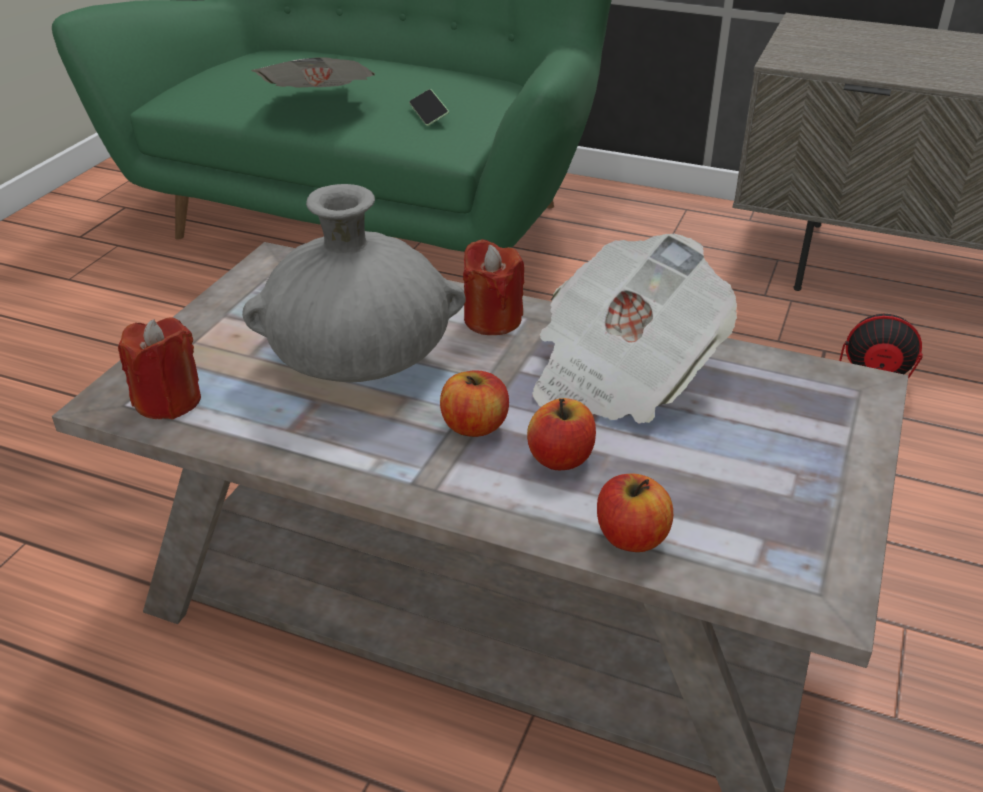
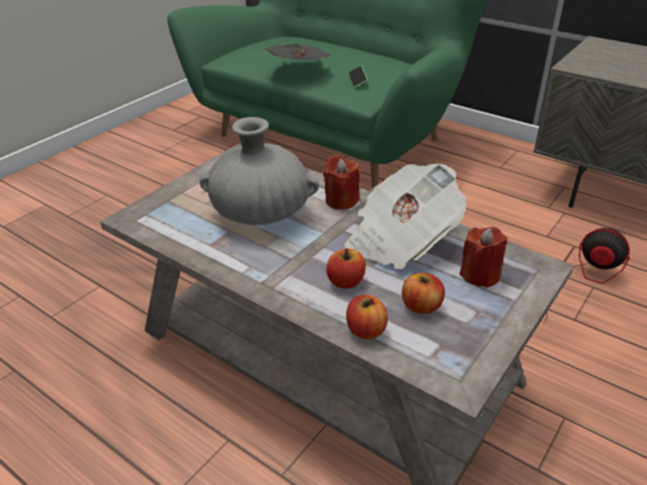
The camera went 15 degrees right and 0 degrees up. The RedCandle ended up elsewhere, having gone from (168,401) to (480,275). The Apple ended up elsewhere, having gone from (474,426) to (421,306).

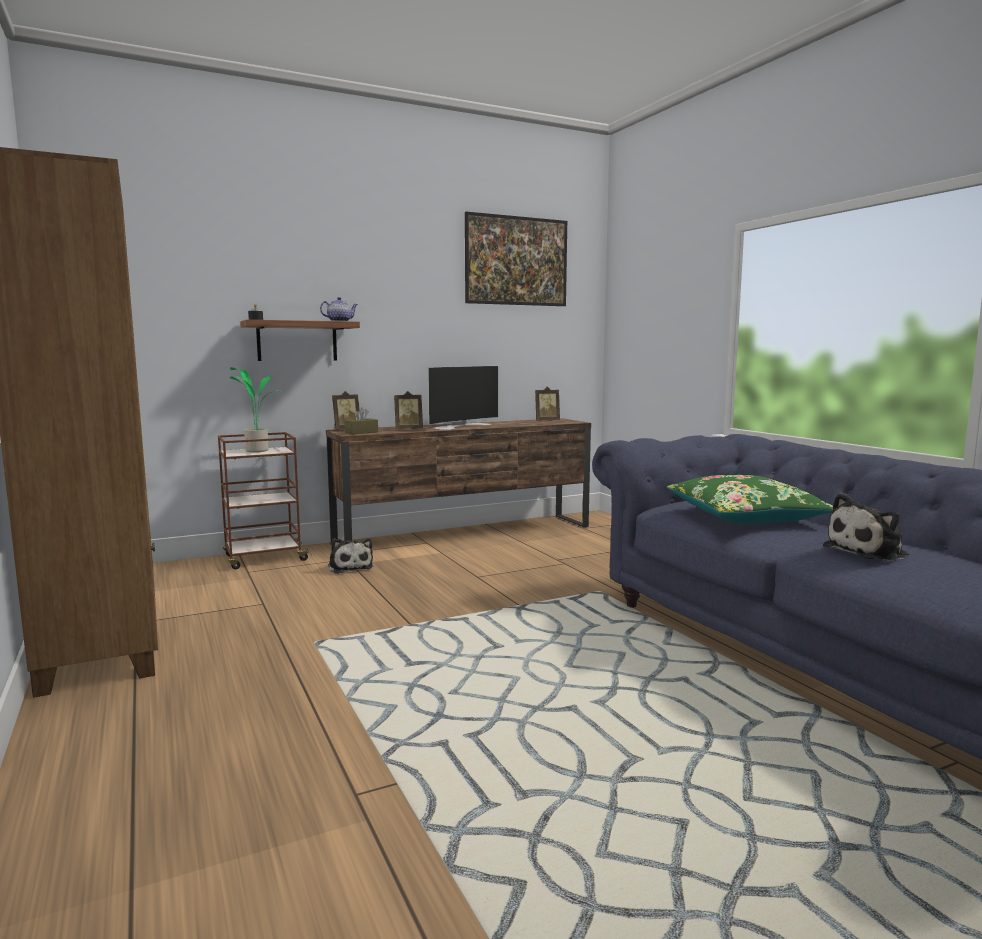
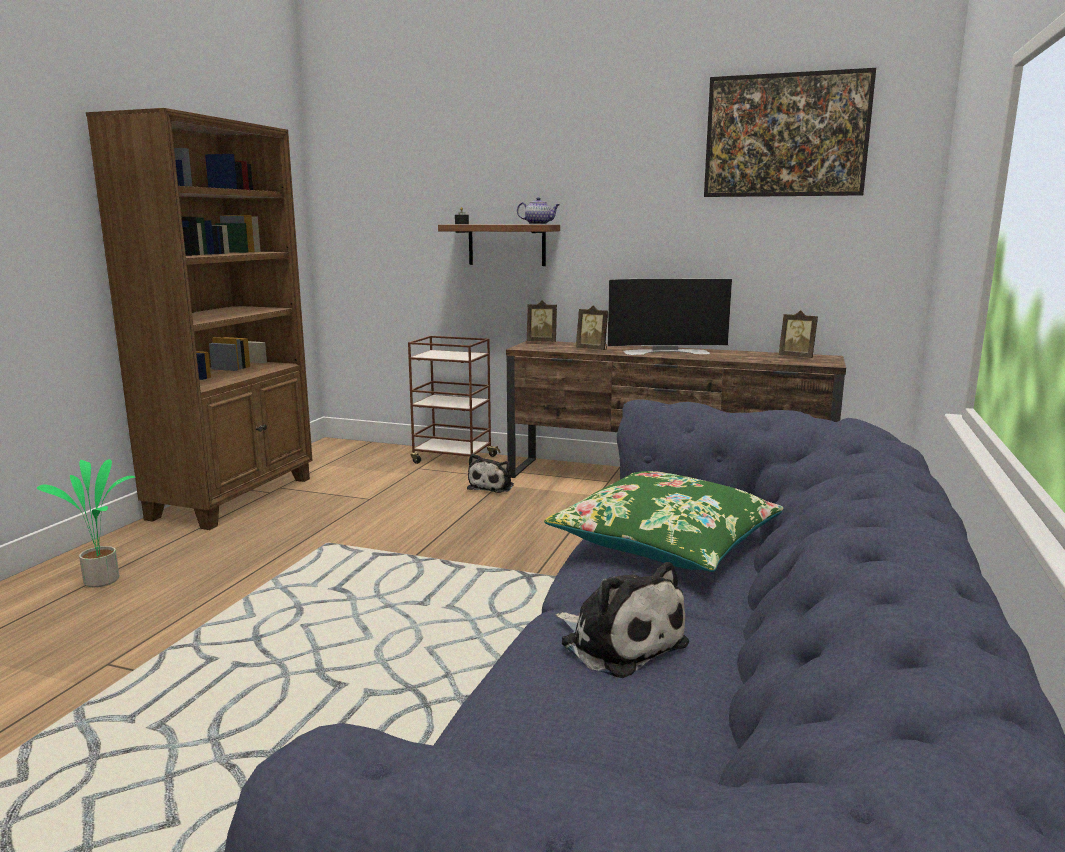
The camera went 45 degrees right and 5 degrees up. The second view lost the BrownTissueBox at (361,432). The PottedPlant ended up elsewhere, having gone from (256,450) to (104,580). The PlushToy at (869,551) ended up facing another way, 150 degrees counterclockwise from before.

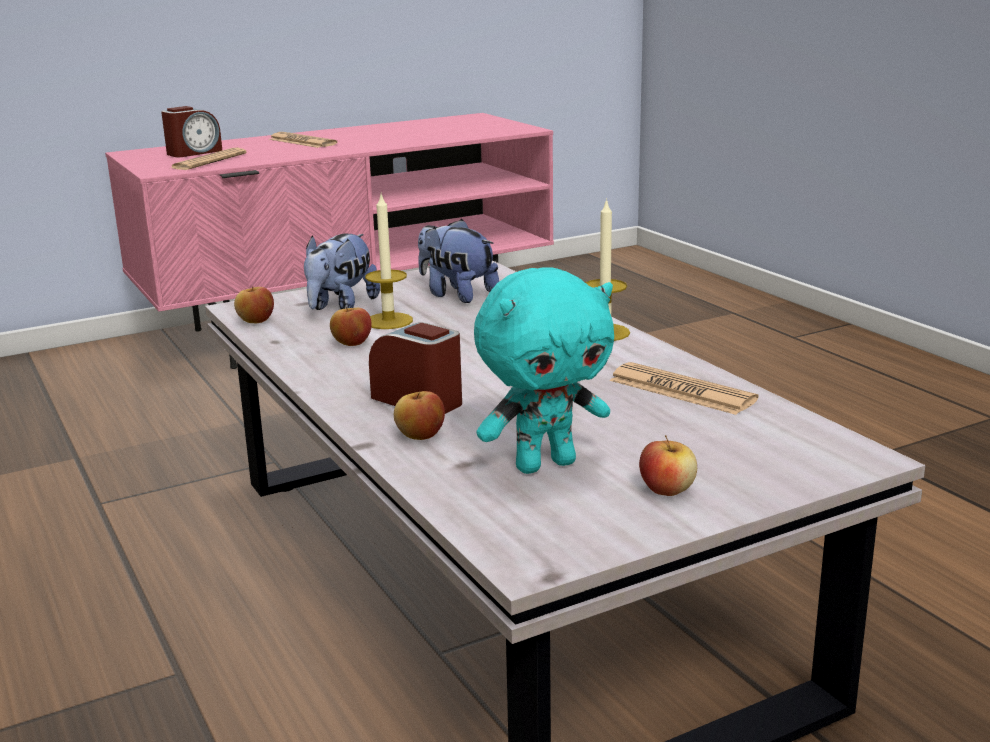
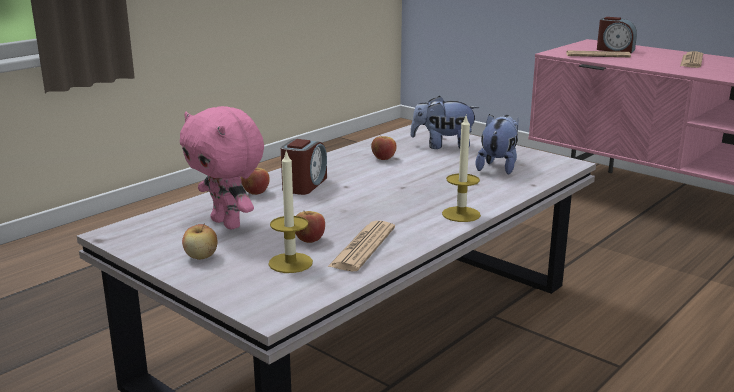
The camera went 70 degrees right and 0 degrees up. The Apple ended up elsewhere, having gone from (256,321) to (309,239). The Candle ended up elsewhere, having gone from (388,321) to (290,263). What was the TurquoisePlushToy at (545,464) turned into the PinkPlushToy at (228,223).

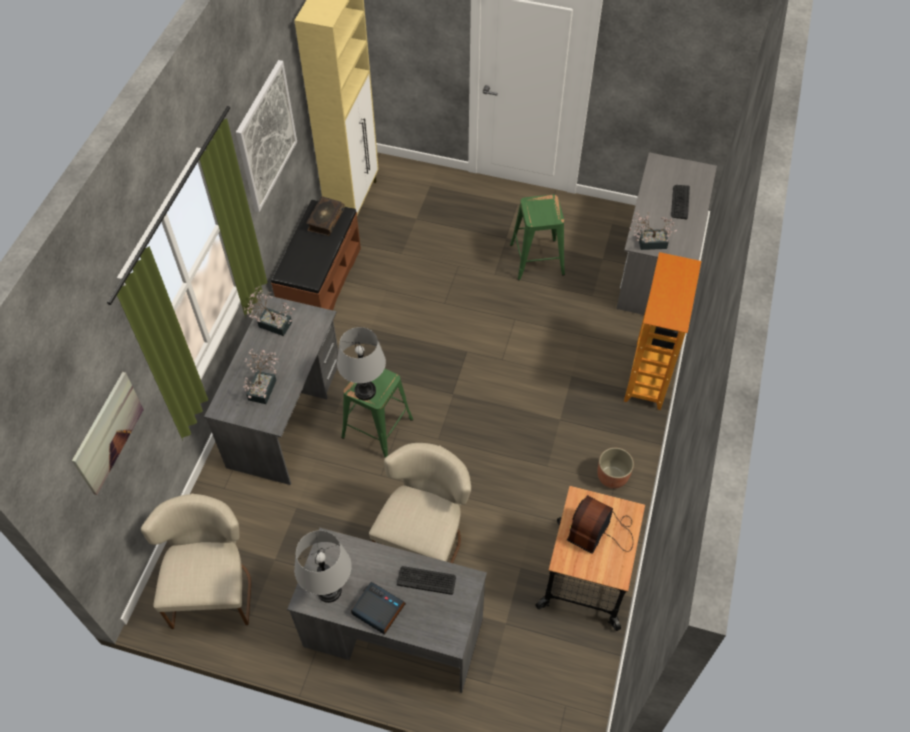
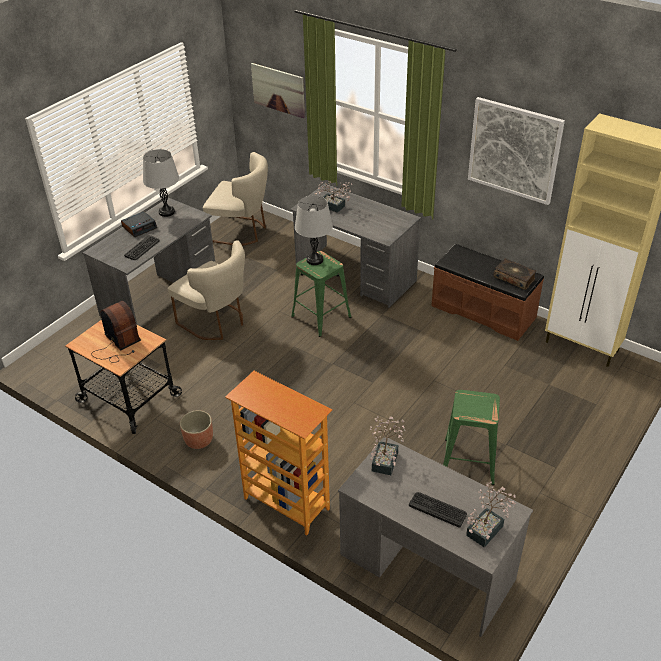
The camera went 110 degrees right and 15 degrees down. The PottedPlant ended up elsewhere, having gone from (272,323) to (487,528).

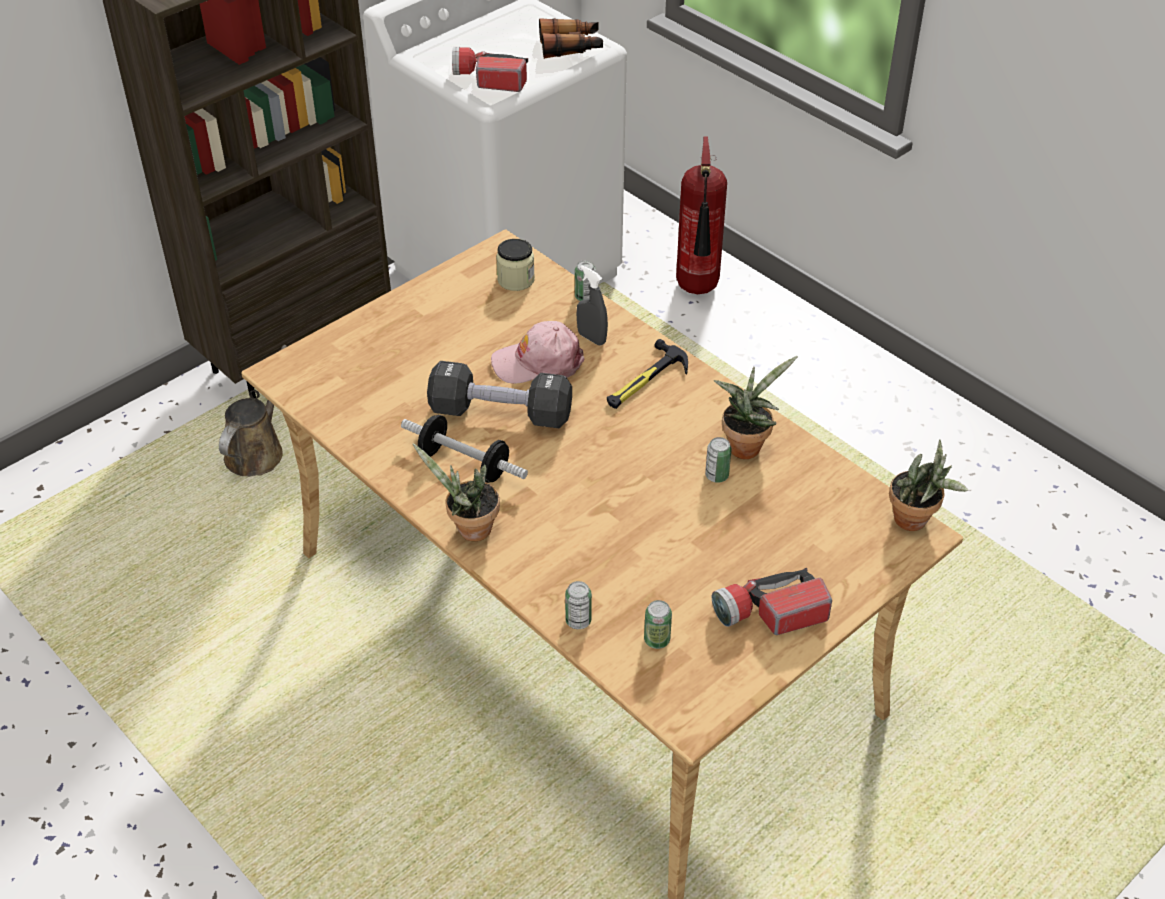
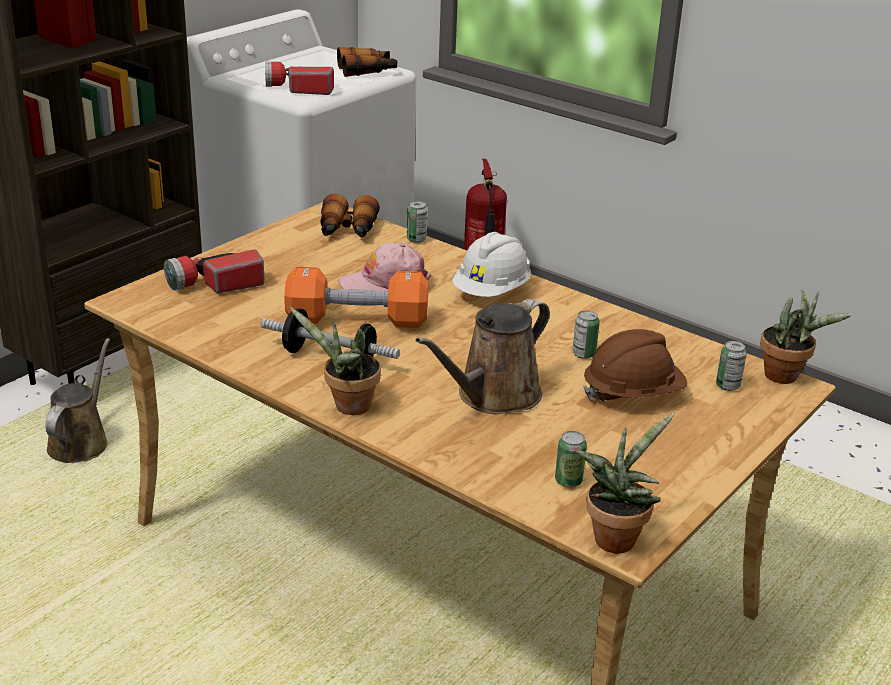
The camera went 10 degrees left and 15 degrees down. The second view lost the GreySprayBottle at (591,338). The second view gained the BrownWateringCan at (493,396). The second view gained the BrownHardHat at (632,394). The Can ended up elsewhere, having gone from (578,621) to (727,386). The Flashlight ended up elsewhere, having gone from (770,614) to (215,284). The PottedPlant ended up elsewhere, having gone from (746,445) to (615,536). Where the Jar stood at (516,280), the Binoculars came to stand at (347,231). Where the Hammer stood at (645,381), the WhiteHardHat came to stand at (491,292). What was the BlackDumbbell at (501,413) turned into the OrangeDumbbell at (357,320).

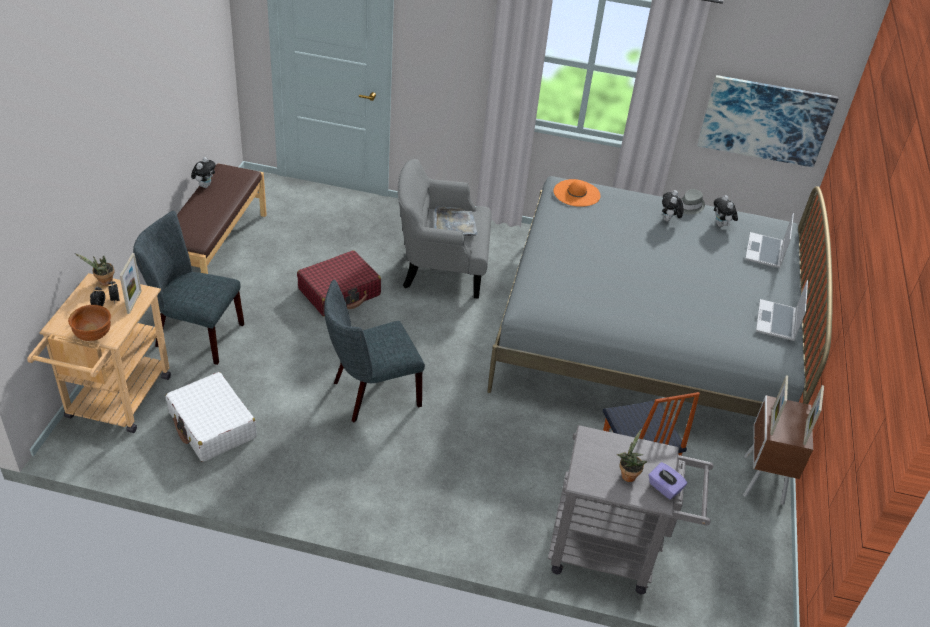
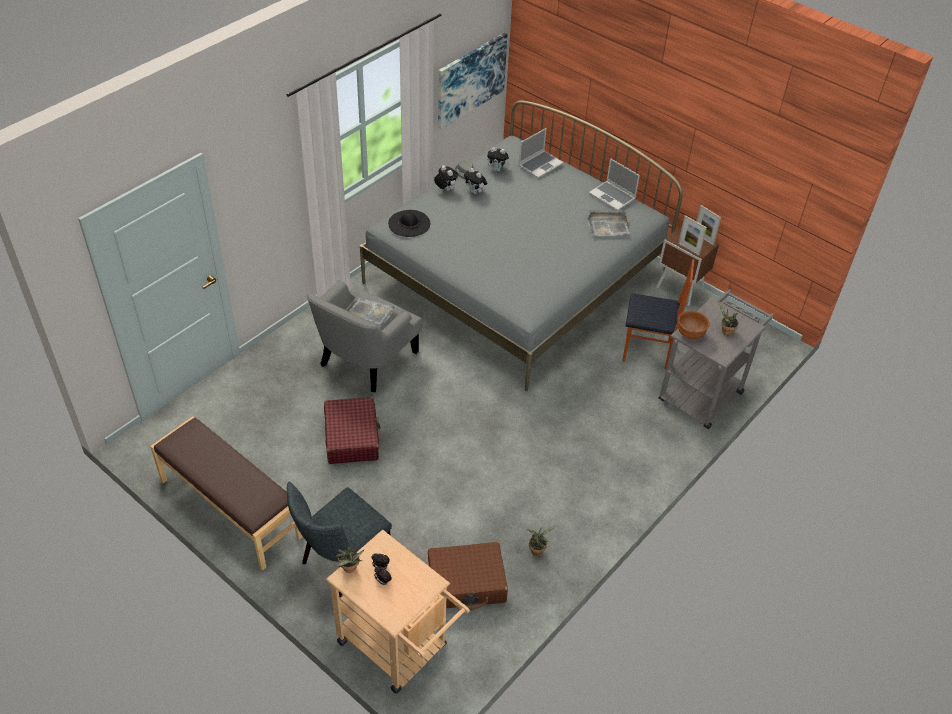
The camera went 60 degrees left and 5 degrees up. The second view lost the PictureFrame at (134,302). The second view lost the GreyChair at (371,394). The second view lost the PurpleTissueBox at (664,488). The second view gained the PottedPlant at (537,550). The second view gained the GreyTray at (607,225). The BrownBowl ended up elsewhere, having gone from (93,335) to (690,334). The PlushToy ended up elsewhere, having gone from (205,185) to (445,189). What was the WhiteSuitcase at (212,426) turned into the BrownSuitcase at (467,582). What was the OrangeHat at (576,193) turned into the BlackHat at (409,223). The Laptop at (765,252) ended up facing another way, 90 degrees counterclockwise from before.

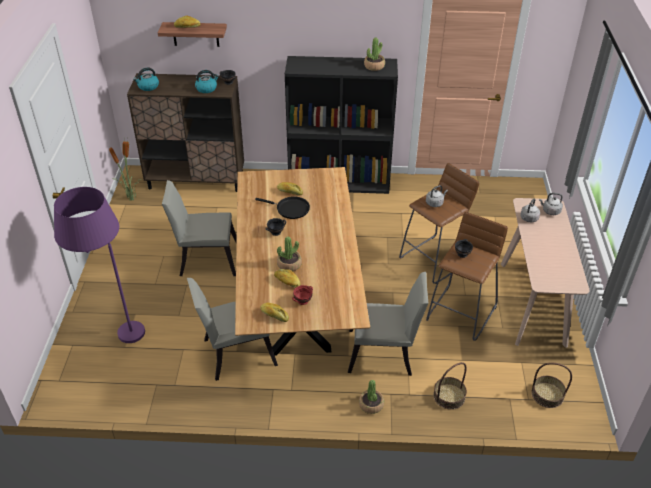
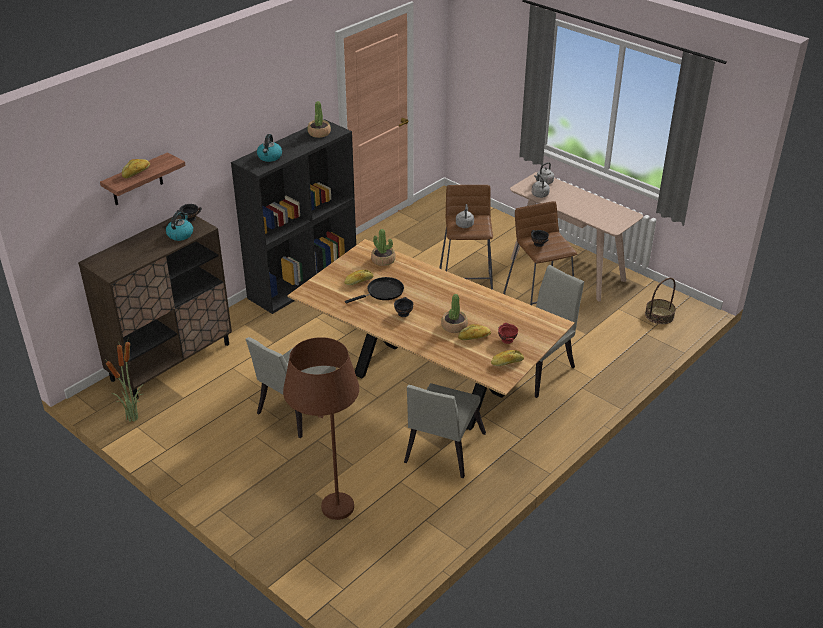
The camera went 50 degrees left and 5 degrees down. The second view lost the Basket at (449,396). The Kettle ended up elsewhere, having gone from (148,86) to (269,157). The PottedPlant ended up elsewhere, having gone from (371,405) to (383,260). What was the PurpleFloorLamp at (116,337) turned into the BrownFloorLamp at (330,520).

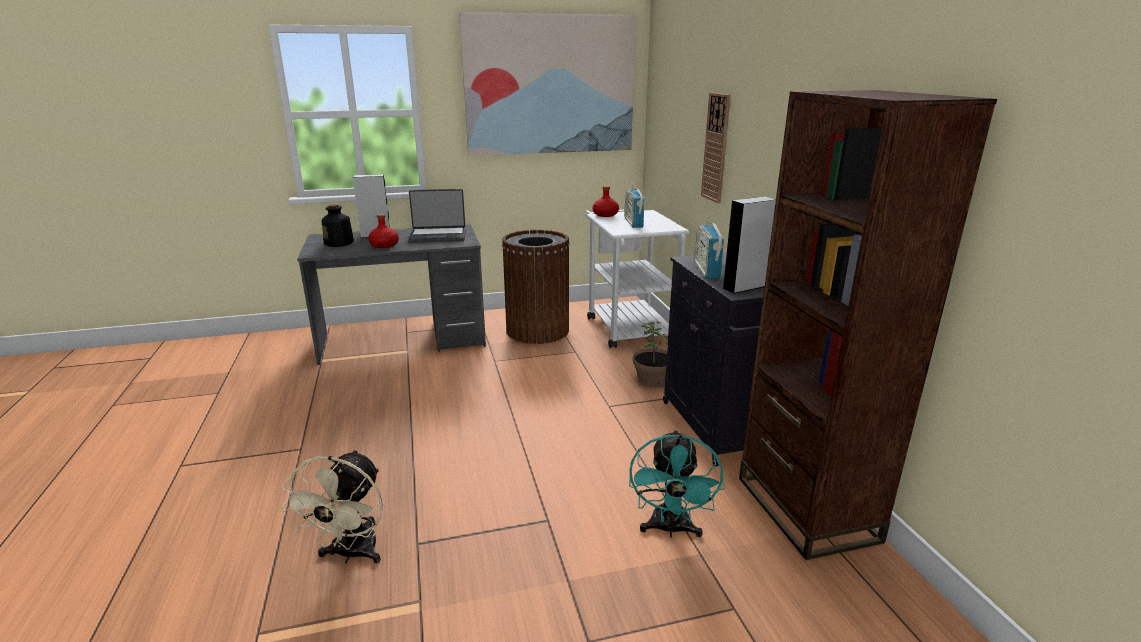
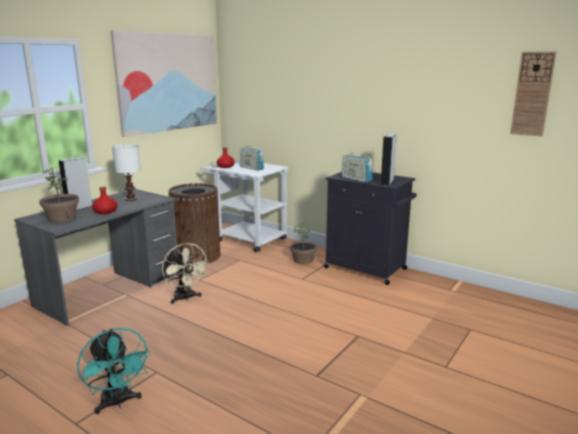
The camera went 40 degrees left and 5 degrees down. The second view lost the BrownBookcase at (806,509). The BeigeFan ended up elsewhere, having gone from (351,554) to (185,298). The TurquoiseFan ended up elsewhere, having gone from (670,529) to (118,403). The WallClock ended up elsewhere, having gone from (716,148) to (532,94). Where the Bottle stood at (339,243), the PottedPlant came to stand at (62,218). Where the Laptop stood at (438,236), the WhiteTableLamp came to stand at (131,199).

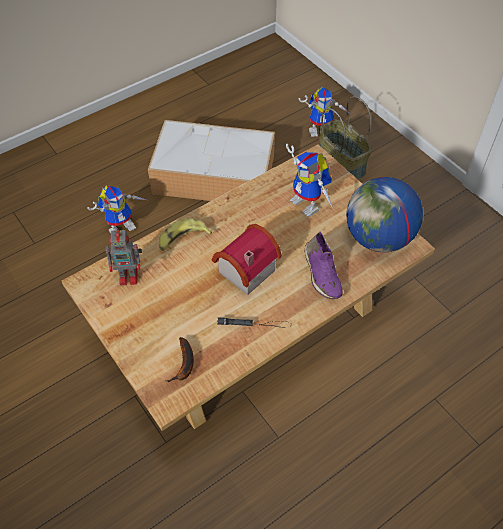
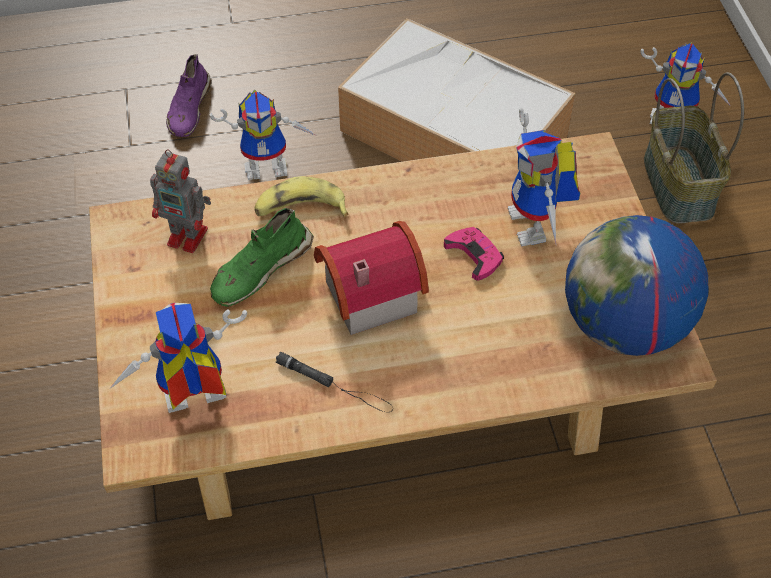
The camera went 25 degrees right and 0 degrees up. The second view gained the GreenShoe at (260,269). The second view gained the PinkGameController at (474,255). The PurpleShoe ended up elsewhere, having gone from (321,273) to (189,108). Where the Banana stood at (184,364), the ToyRobot came to stand at (191,405).

